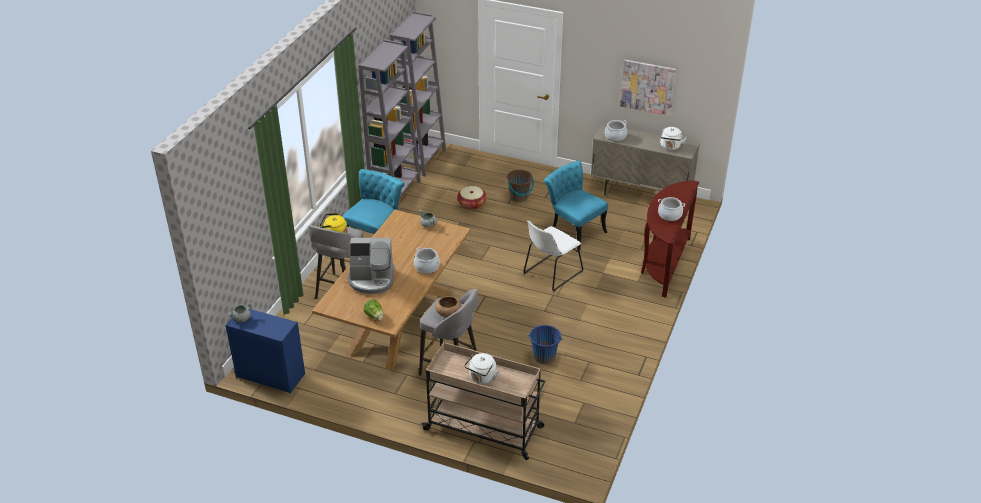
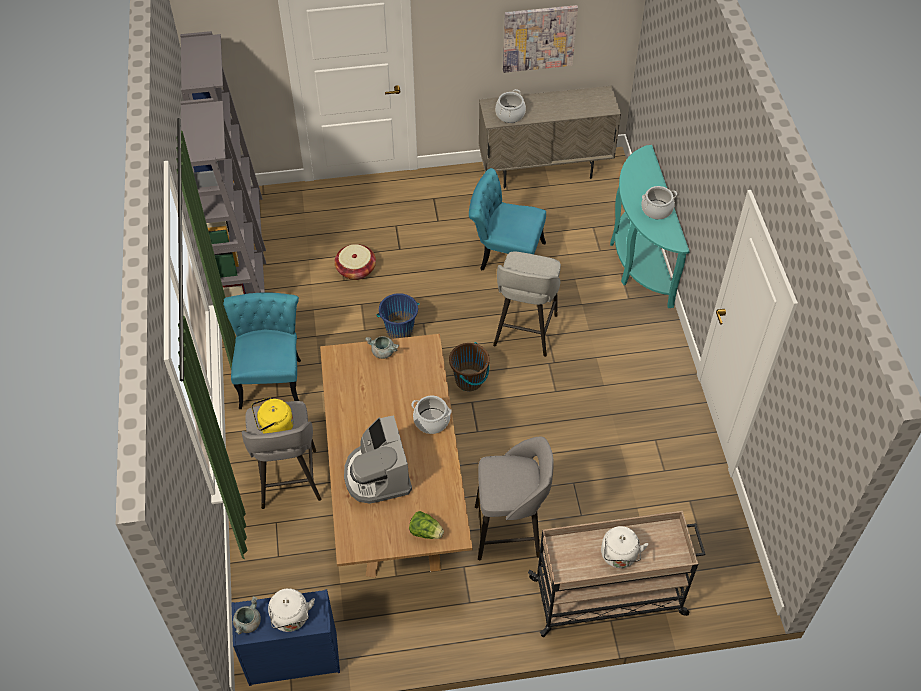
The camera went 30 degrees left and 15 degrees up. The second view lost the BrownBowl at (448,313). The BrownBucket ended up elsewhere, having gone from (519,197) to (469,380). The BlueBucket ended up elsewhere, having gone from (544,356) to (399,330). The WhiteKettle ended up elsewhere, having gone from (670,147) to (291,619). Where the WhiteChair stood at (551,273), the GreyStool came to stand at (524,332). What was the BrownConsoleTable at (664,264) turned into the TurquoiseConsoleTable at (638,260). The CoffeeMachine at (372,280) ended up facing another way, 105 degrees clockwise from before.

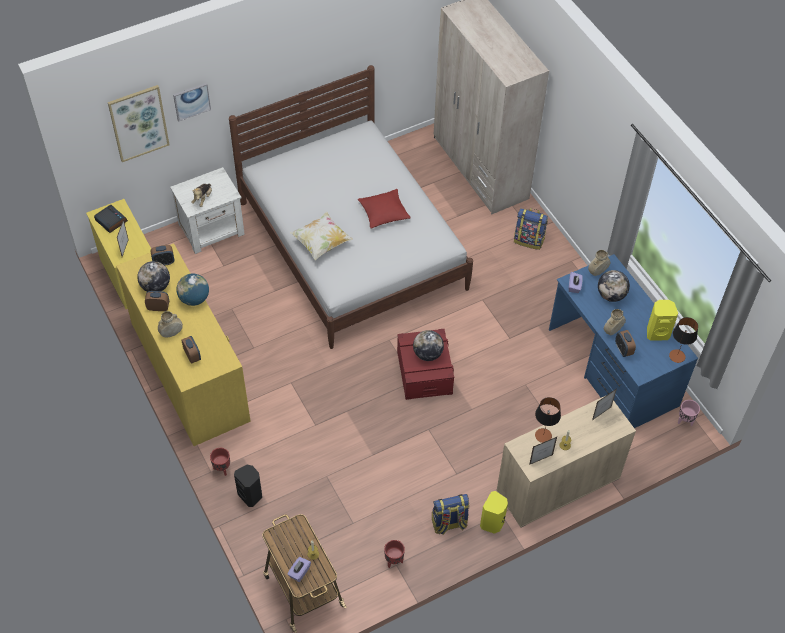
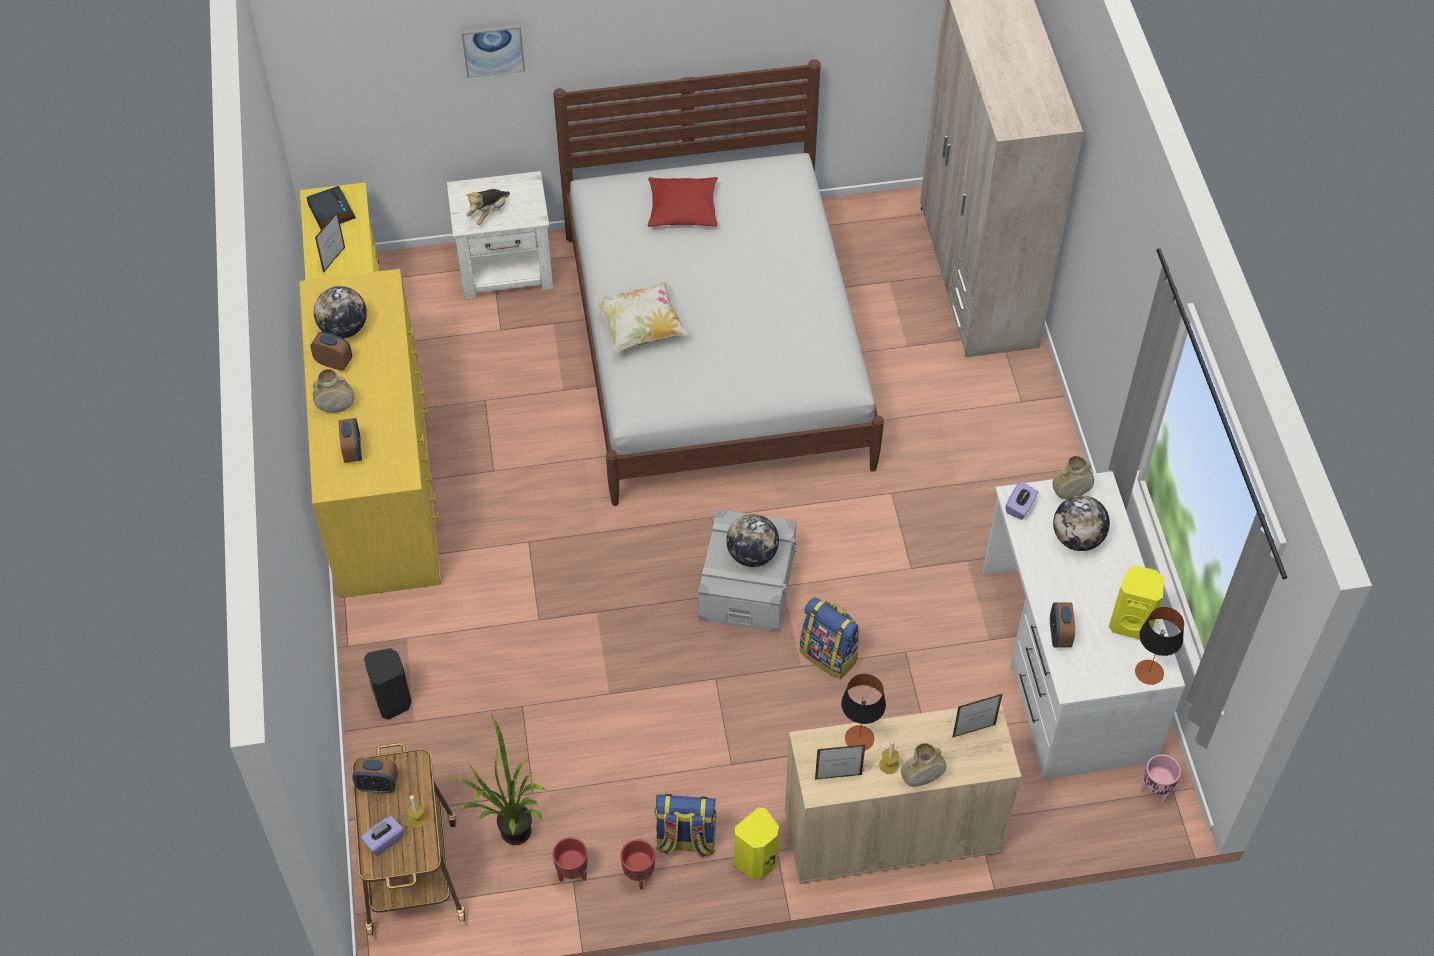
The camera went 20 degrees right and 0 degrees up. The second view lost the Picture at (138,123). The second view lost the Globe at (194,299). The second view gained the PottedPlant at (510,836). The AlarmClock ended up elsewhere, having gone from (164,262) to (378,785). The RedPlanter ended up elsewhere, having gone from (221,468) to (638,875). The RedPillow ended up elsewhere, having gone from (383,212) to (682,209). The Backpack ended up elsewhere, having gone from (529,240) to (829,655). The BeigeVase ended up elsewhere, having gone from (612,331) to (921,778). What was the RedStorageBox at (424,372) turned into the GreyStorageBox at (747,584). What was the BlueDesk at (612,367) turned into the WhiteDesk at (1065,665).

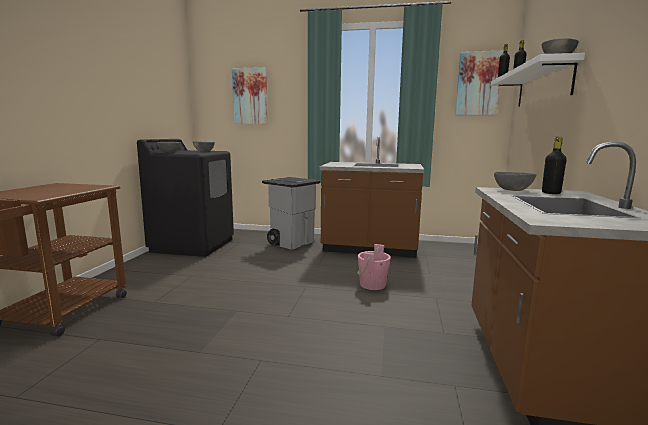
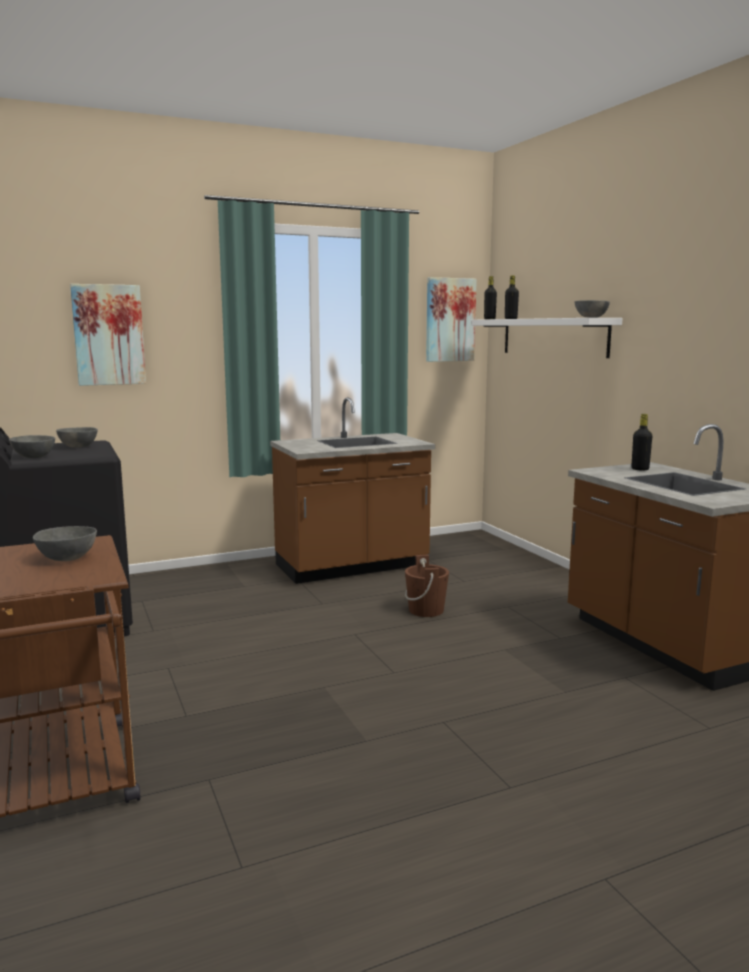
The camera went 35 degrees left and 0 degrees up. The second view lost the GreyTrashCan at (291,243). The GreyBowl ended up elsewhere, having gone from (513,190) to (67,559). What was the PinkBucket at (372,284) turned into the BrownBucket at (426,610).

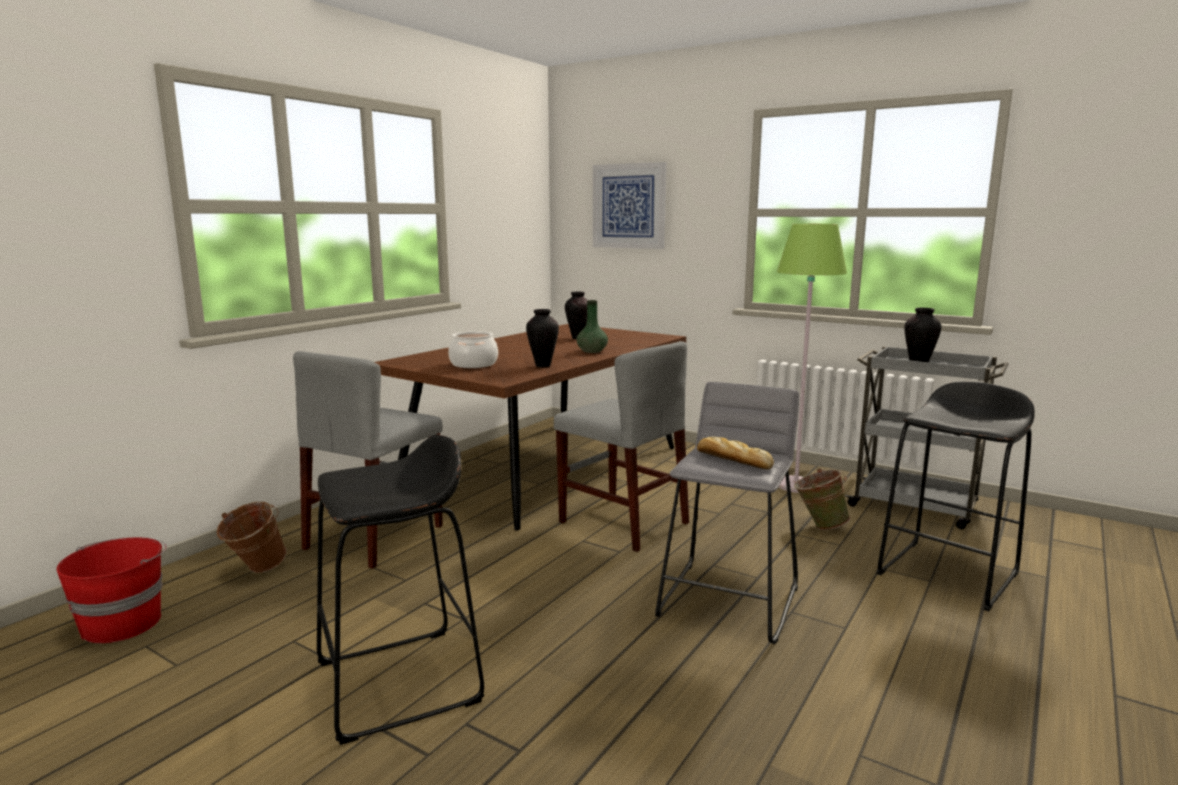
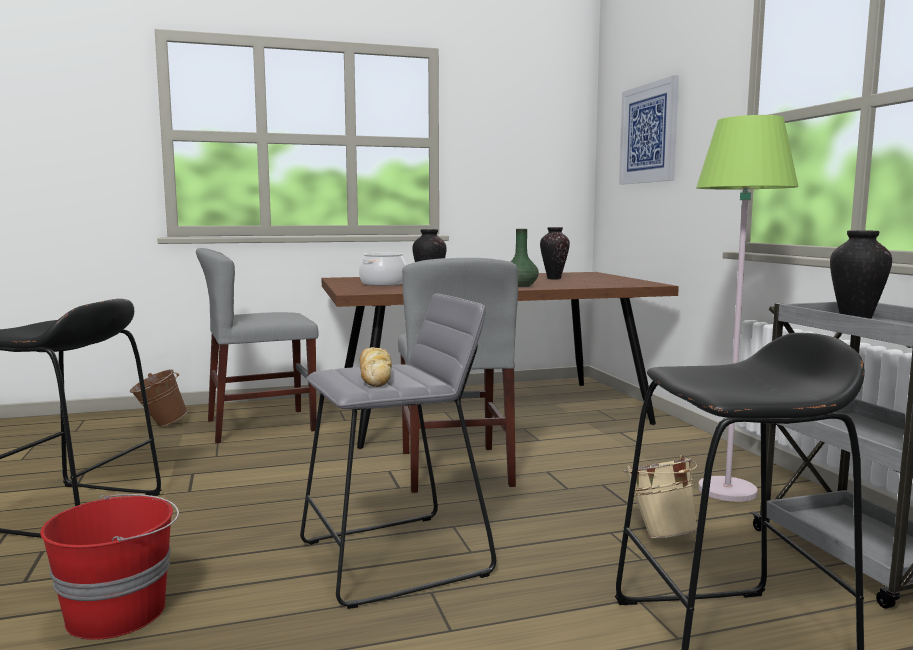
The camera went 40 degrees right and 5 degrees down. The RedBucket ended up elsewhere, having gone from (123,623) to (118,612). What was the GreenBucket at (819,526) turned into the BeigeBucket at (659,534).

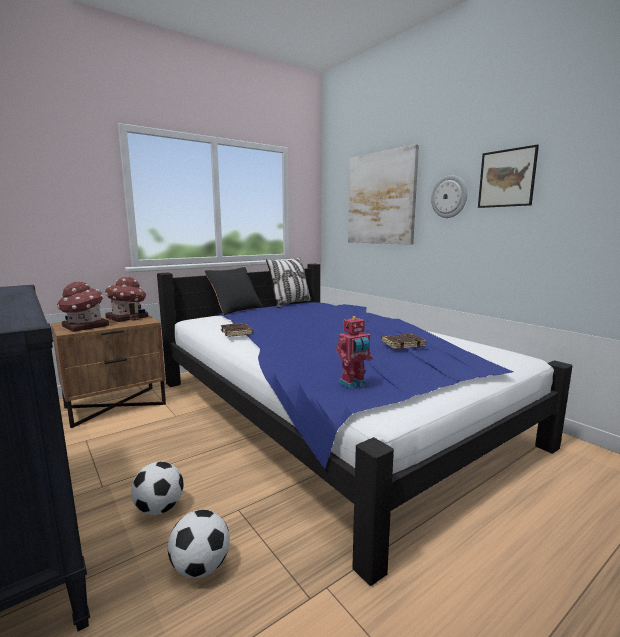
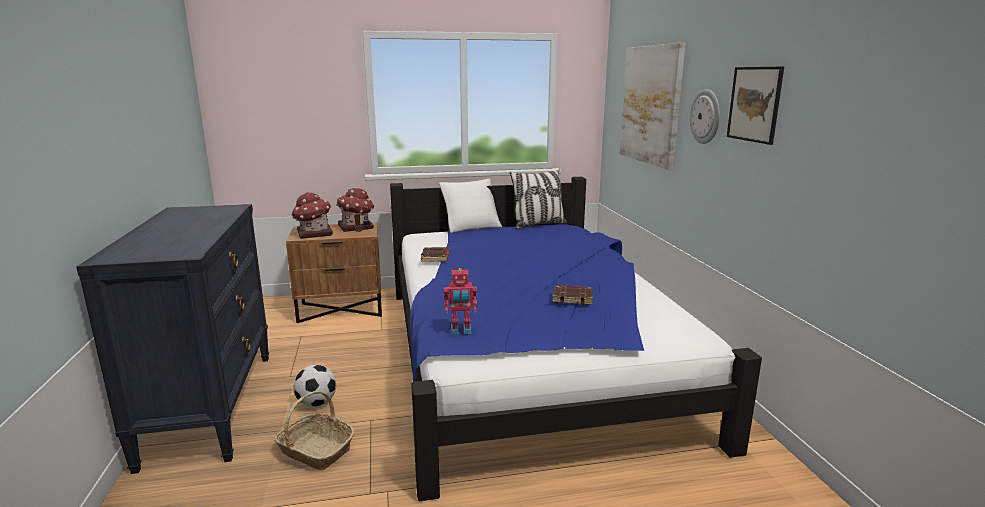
The camera went 25 degrees right and 5 degrees up. Where the Football stood at (200,567), the Basket came to stand at (315,450). What was the BlackPillow at (235,309) turned into the WhitePillow at (471,226).

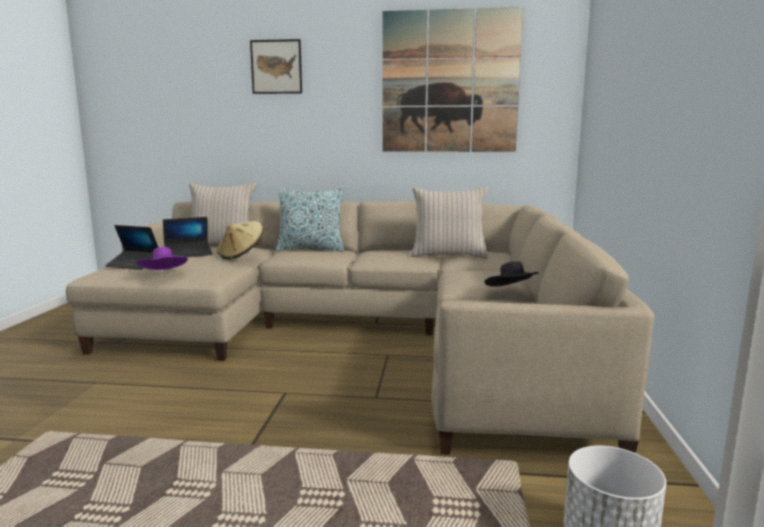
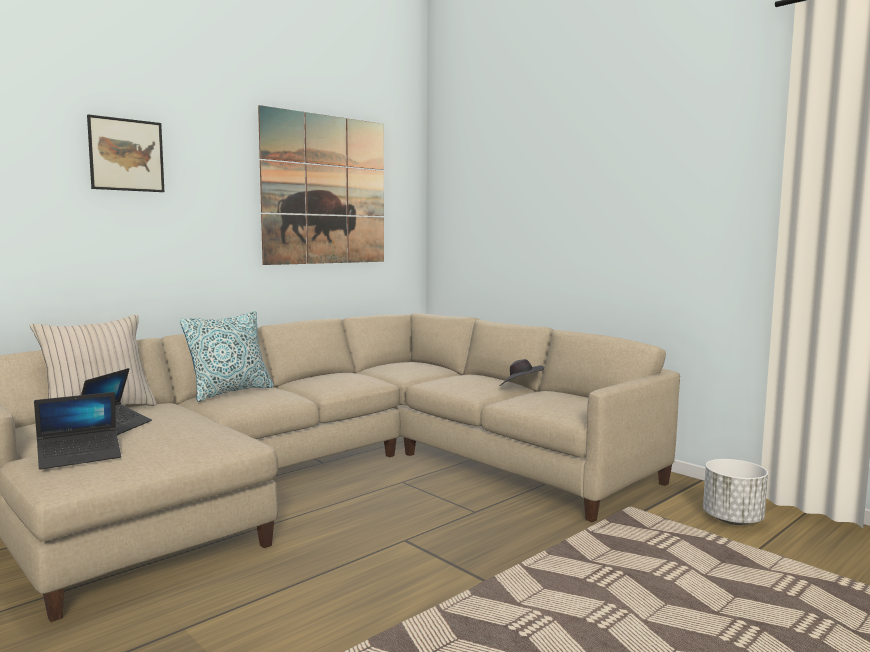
The camera went 50 degrees left and 5 degrees down. The second view lost the PurpleHat at (164,274). The second view lost the BeigeHat at (241,255). The second view lost the BeigePillow at (448,255).

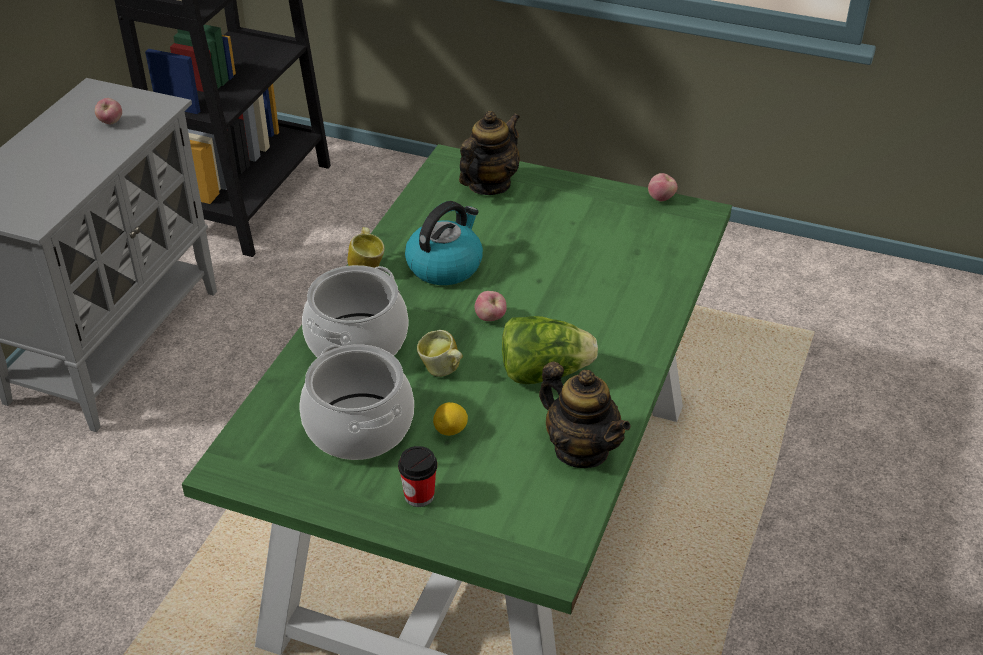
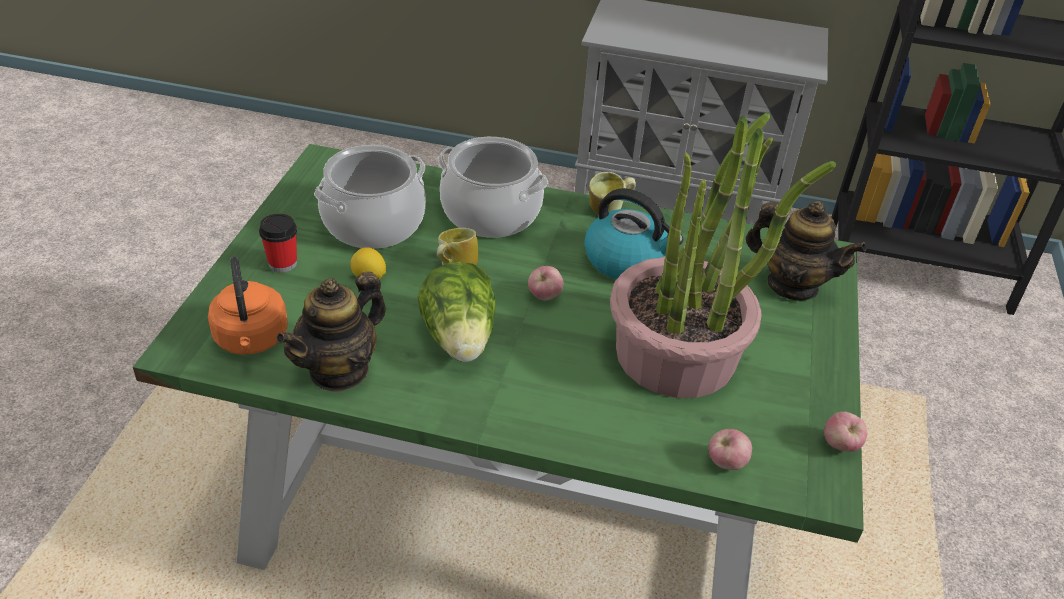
The camera went 80 degrees right and 0 degrees up. The second view gained the OrangeKettle at (251,340). The second view gained the PottedPlant at (677,355). The Apple ended up elsewhere, having gone from (111,123) to (726,463).

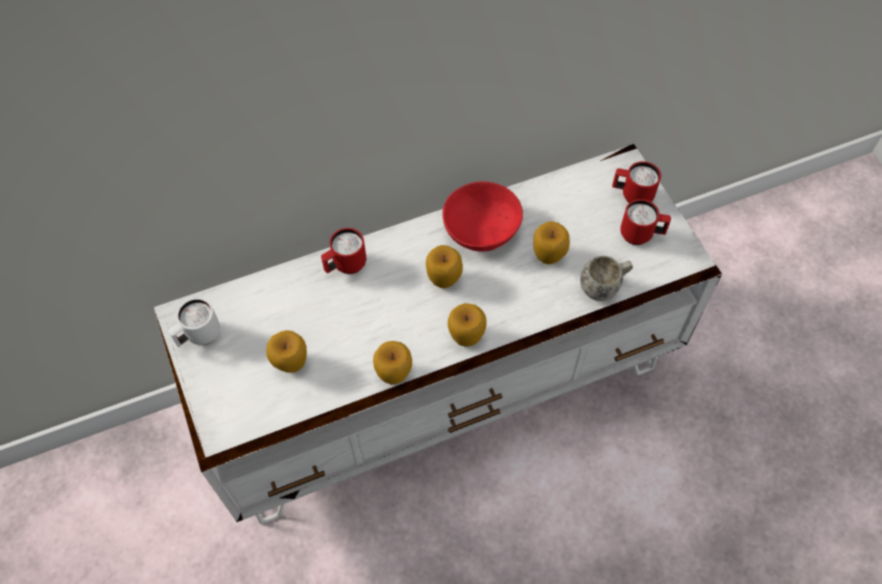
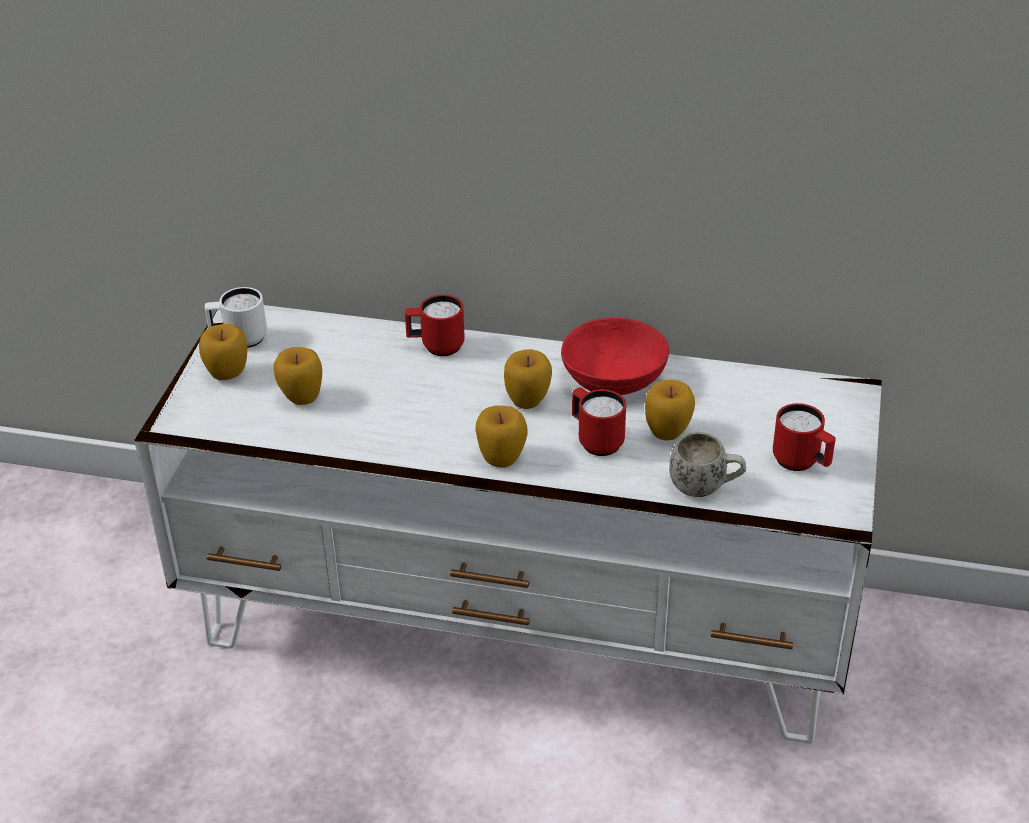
The camera went 35 degrees right and 20 degrees down. The Apple ended up elsewhere, having gone from (394,374) to (227,375). The RedMug ended up elsewhere, having gone from (631,196) to (595,441).

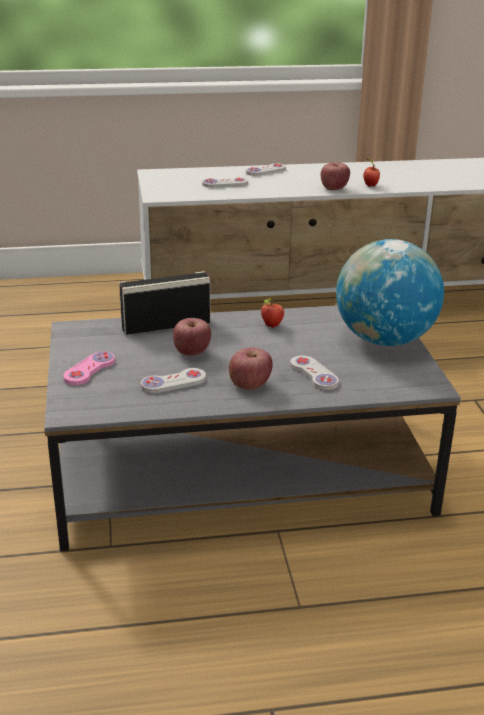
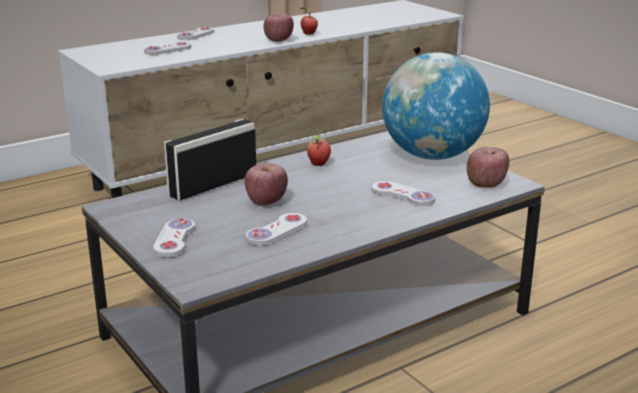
The camera went 25 degrees left and 5 degrees down. The Apple ended up elsewhere, having gone from (249,384) to (486,184). What was the PinkGameController at (89,370) turned into the WhiteGameController at (174,239).

